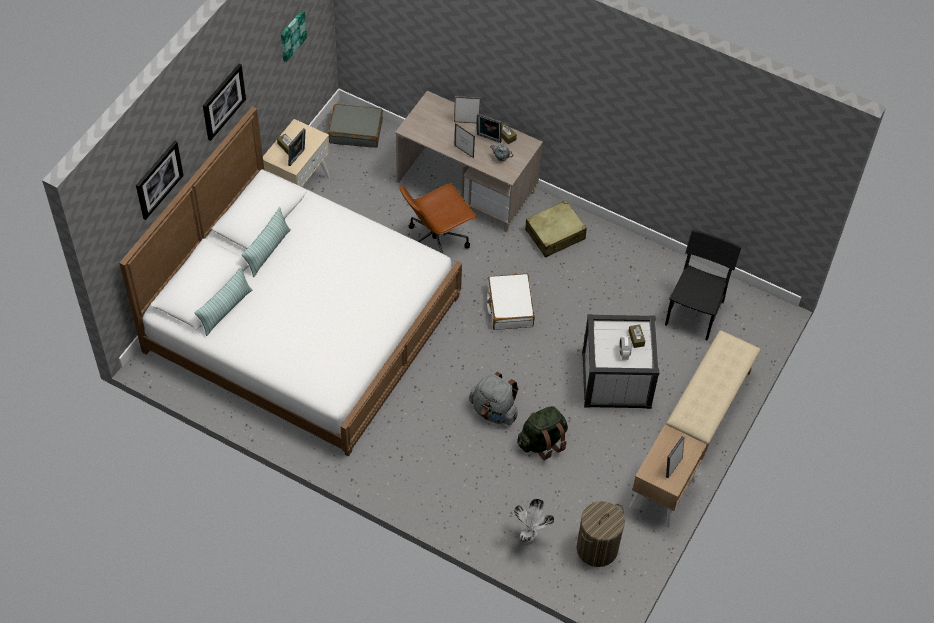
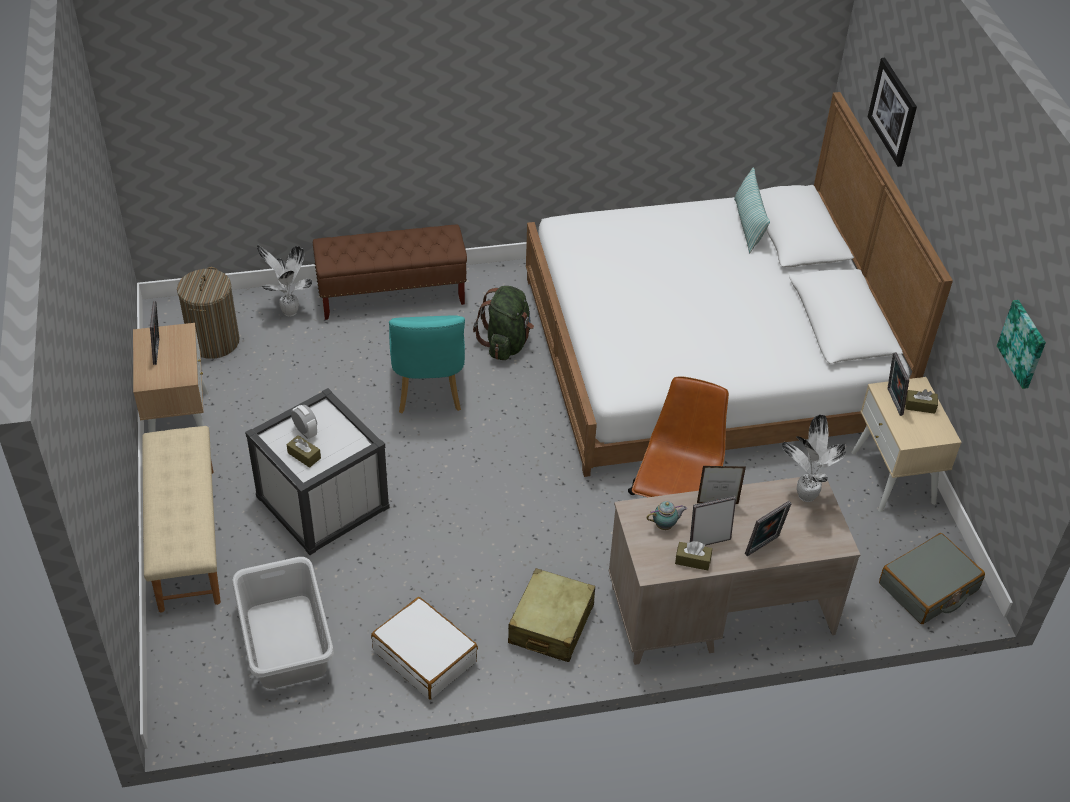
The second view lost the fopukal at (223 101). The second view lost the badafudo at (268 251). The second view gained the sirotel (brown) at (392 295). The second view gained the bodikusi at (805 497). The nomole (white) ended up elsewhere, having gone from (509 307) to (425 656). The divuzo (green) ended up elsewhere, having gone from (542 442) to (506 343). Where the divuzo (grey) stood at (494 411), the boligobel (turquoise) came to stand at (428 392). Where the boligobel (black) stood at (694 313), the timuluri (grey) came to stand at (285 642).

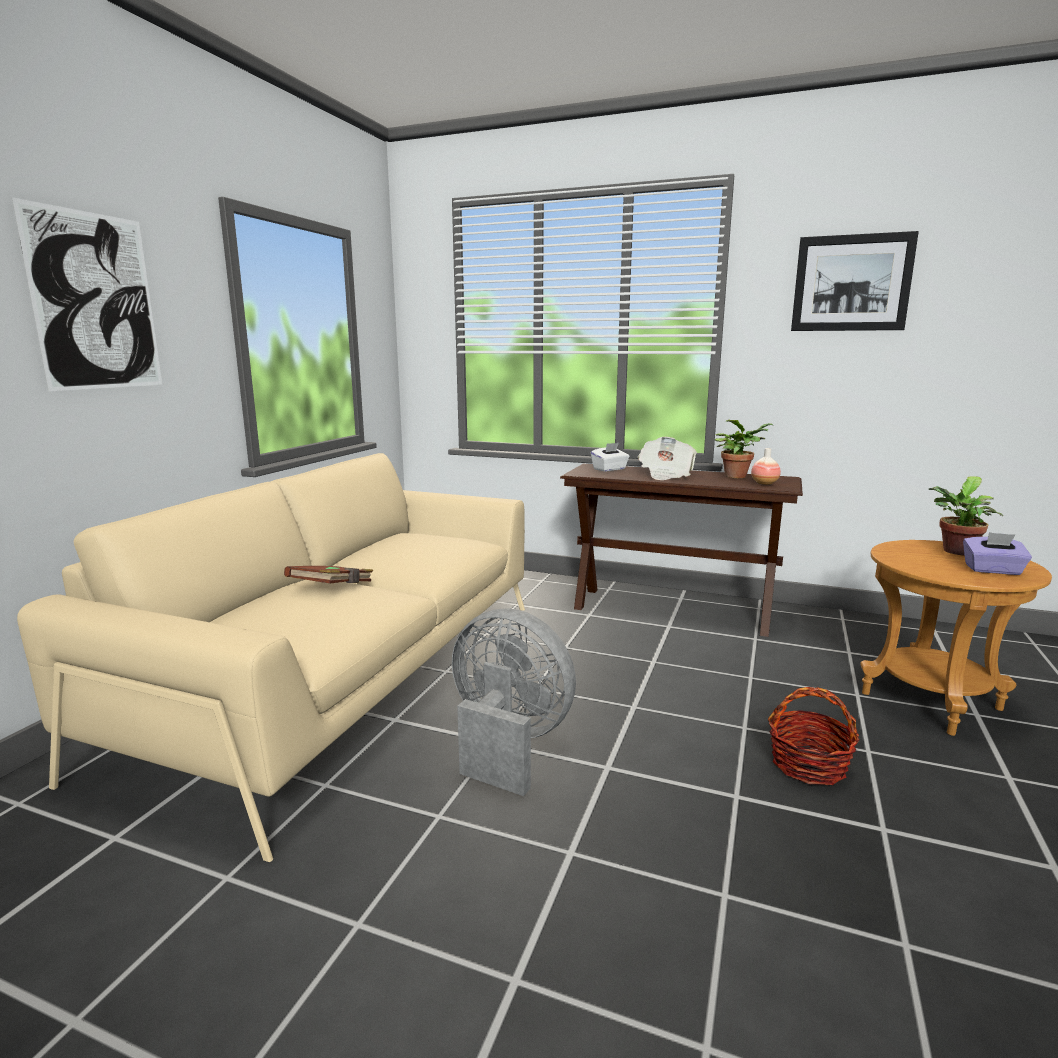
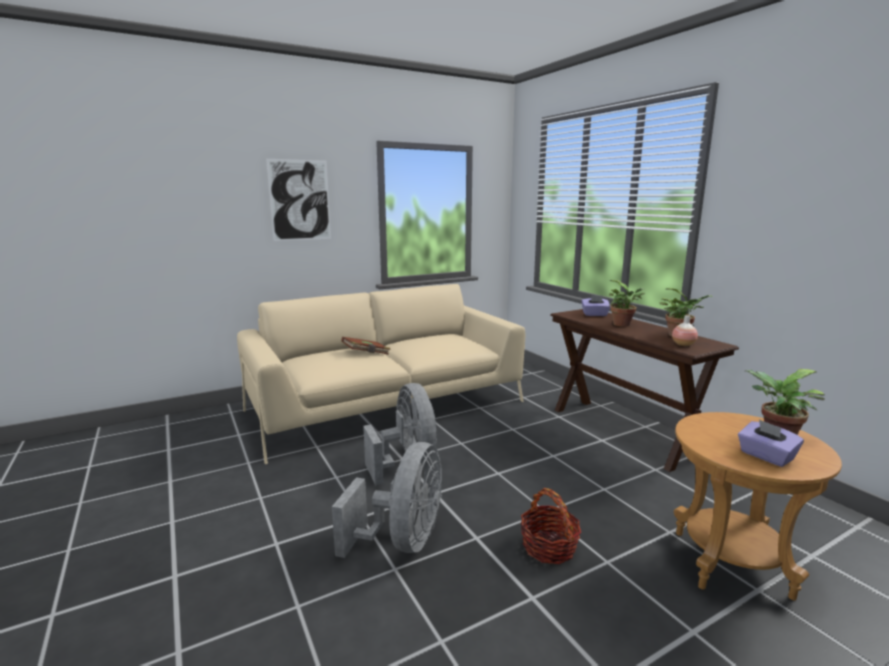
The second view lost the fopukal at (851 283). The second view gained the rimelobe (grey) at (403 541). Where the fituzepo stood at (665 475), the bodikusi came to stand at (623 325). What was the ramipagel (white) at (609 469) turned into the ramipagel (purple) at (595 314).

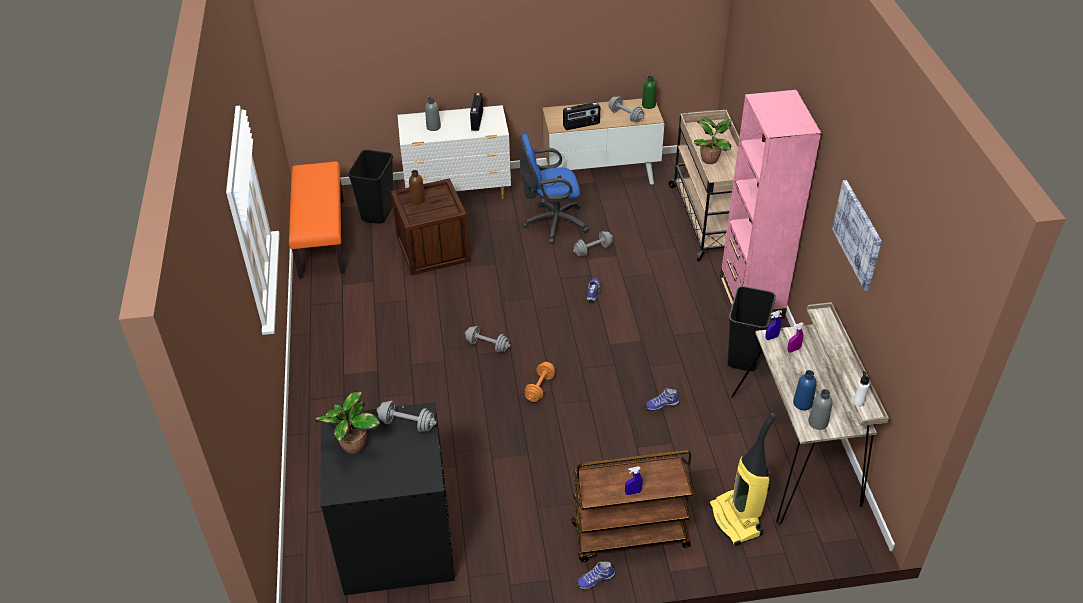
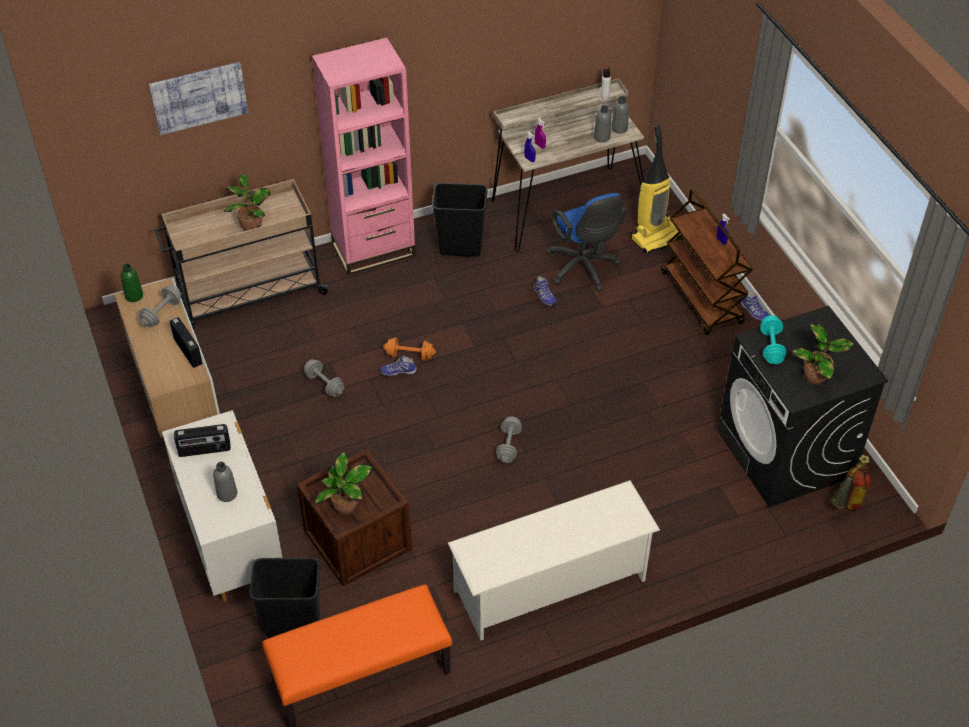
The second view gained the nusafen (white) at (550 585). The second view gained the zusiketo at (844 508). The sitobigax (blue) ended up elsewhere, having gone from (552 223) to (584 269). The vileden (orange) ended up elsewhere, having gone from (540 388) to (410 355). The fopukal ended up elsewhere, having gone from (858 234) to (199 97). Where the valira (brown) stood at (418 199), the bodikusi came to stand at (346 508). What was the vileden (grey) at (407 424) turned into the vileden (turquoise) at (771 347). What was the valira (blue) at (802 403) turned into the valira (grey) at (602 137).

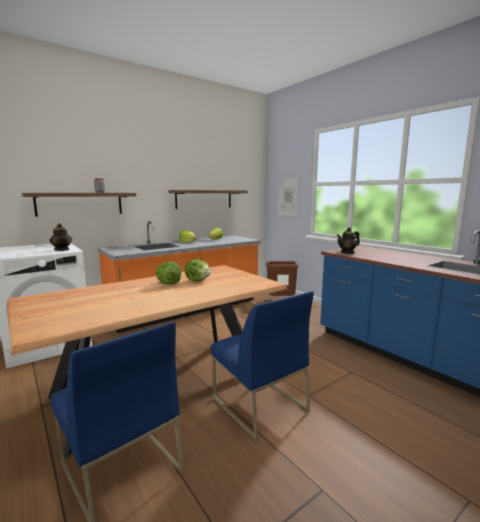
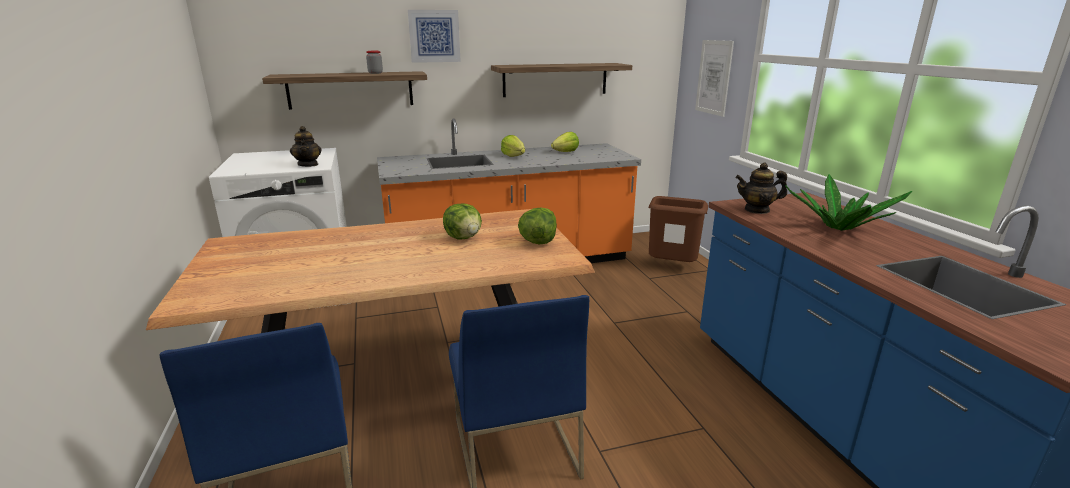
The second view gained the fopukal at (434 36). The second view gained the bodikusi at (838 228). The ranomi ended up elsewhere, having gone from (169 283) to (537 242).

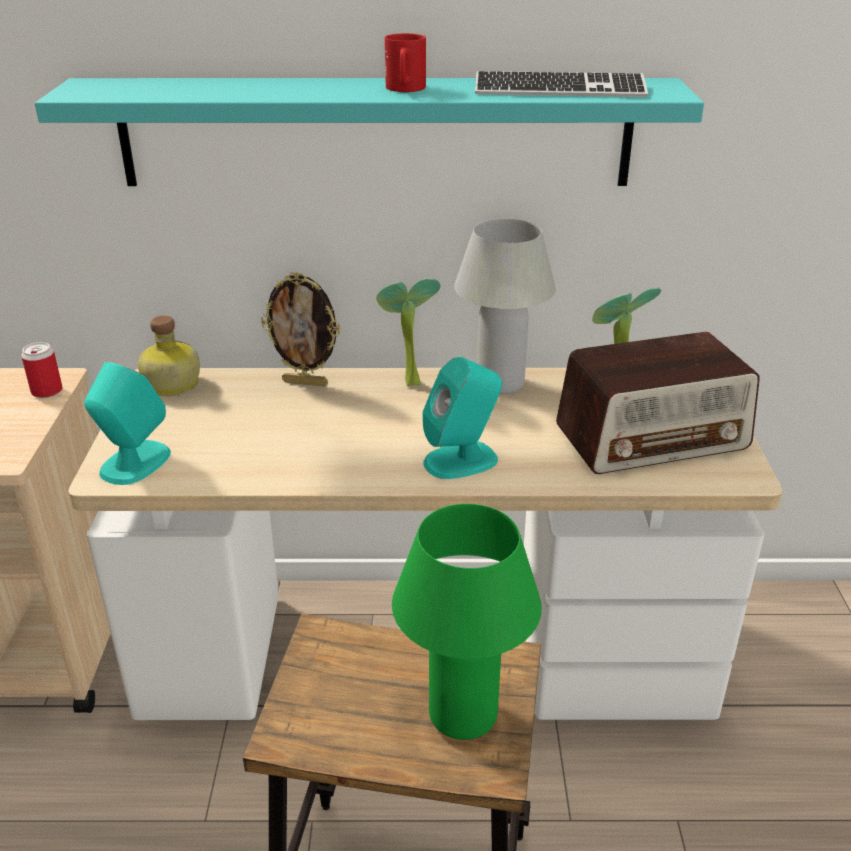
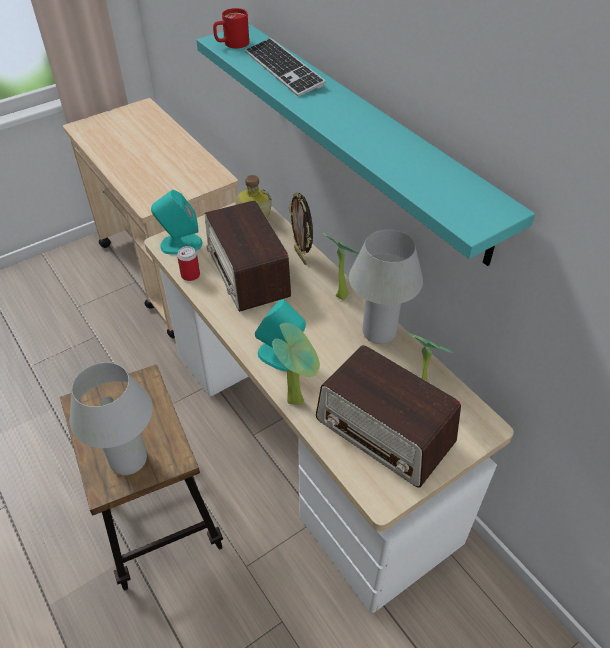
The second view gained the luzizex at (248 273). The second view gained the bodikusi at (298 399). The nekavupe ended up elsewhere, having gone from (47 391) to (190 275). The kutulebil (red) ended up elsewhere, having gone from (405 89) to (231 44). The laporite ended up elsewhere, having gone from (559 90) to (283 69). What was the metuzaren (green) at (463 714) turned into the metuzaren (white) at (128 460).

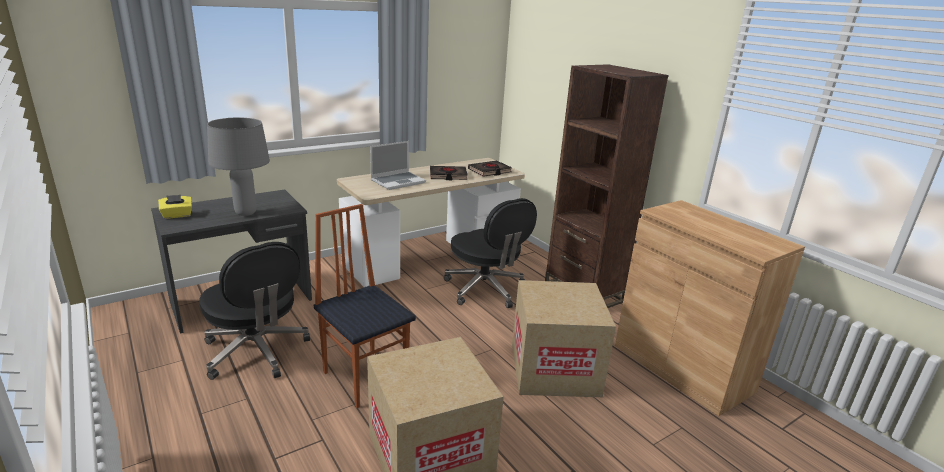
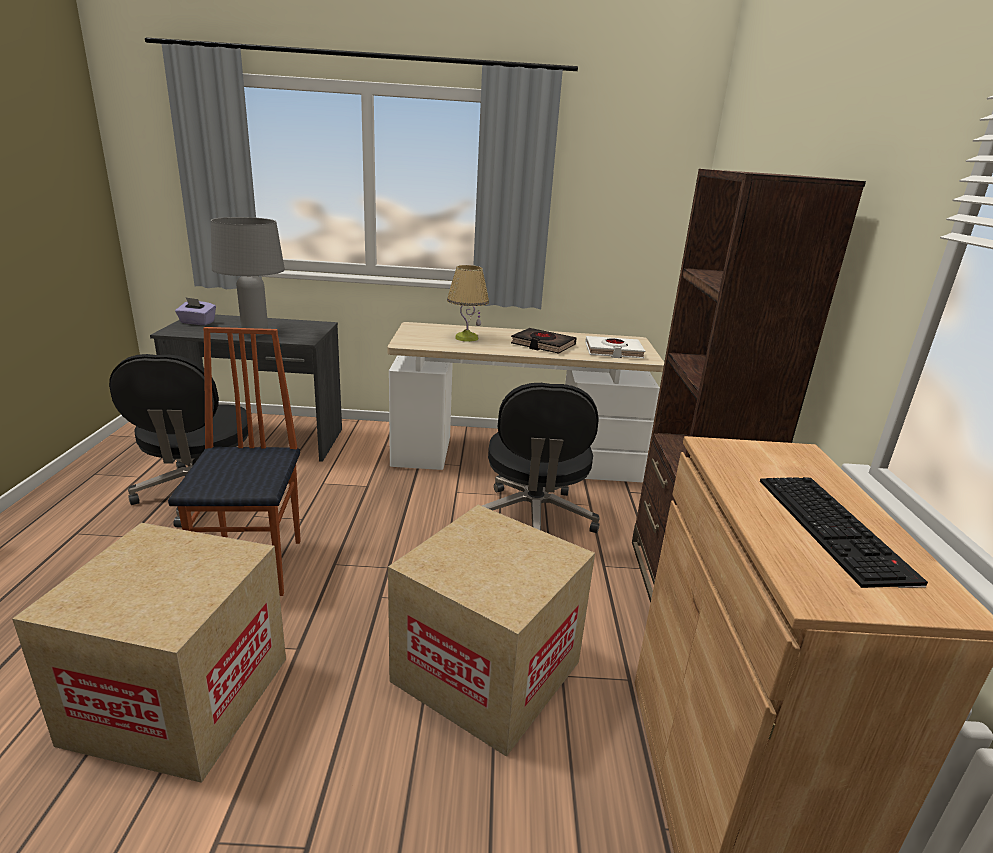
The second view gained the laporite at (835 528). Where the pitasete stood at (398 181), the metuzaren came to stand at (466 338). What was the ramipagel (yellow) at (177 215) turned into the ramipagel (purple) at (197 322). What was the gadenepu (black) at (489 171) turned into the gadenepu (white) at (613 352).

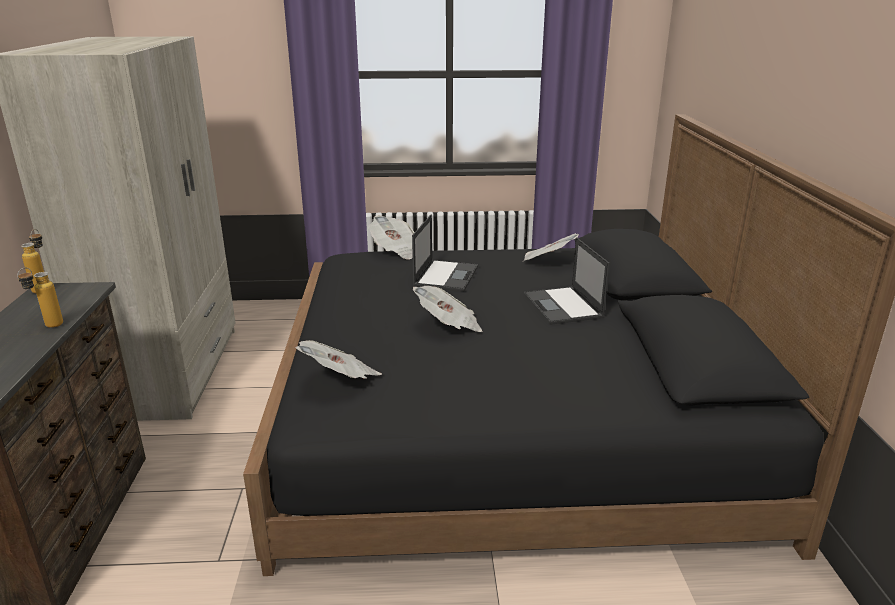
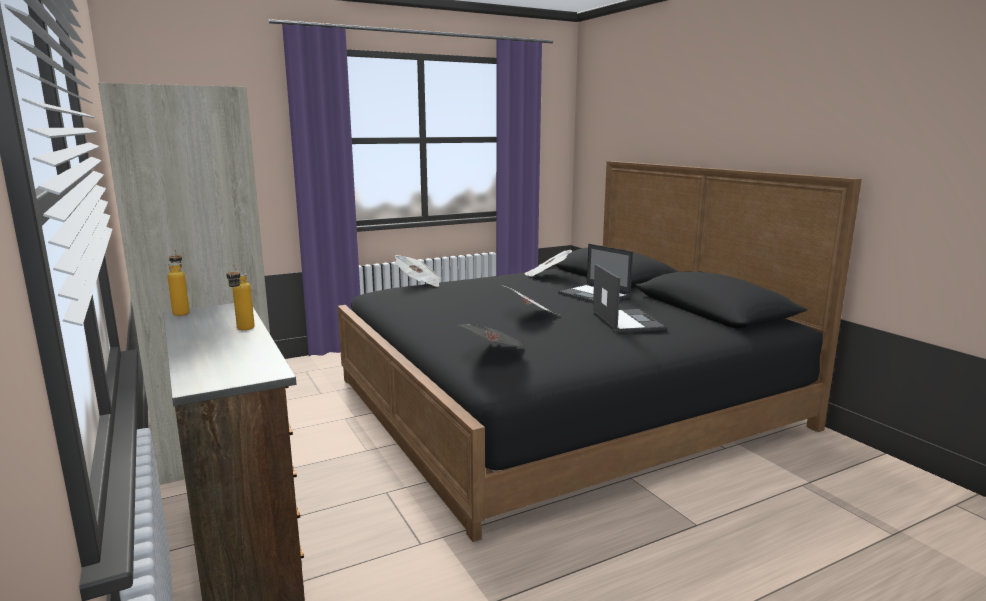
The pitasete ended up elsewhere, having gone from (446 275) to (626 321).

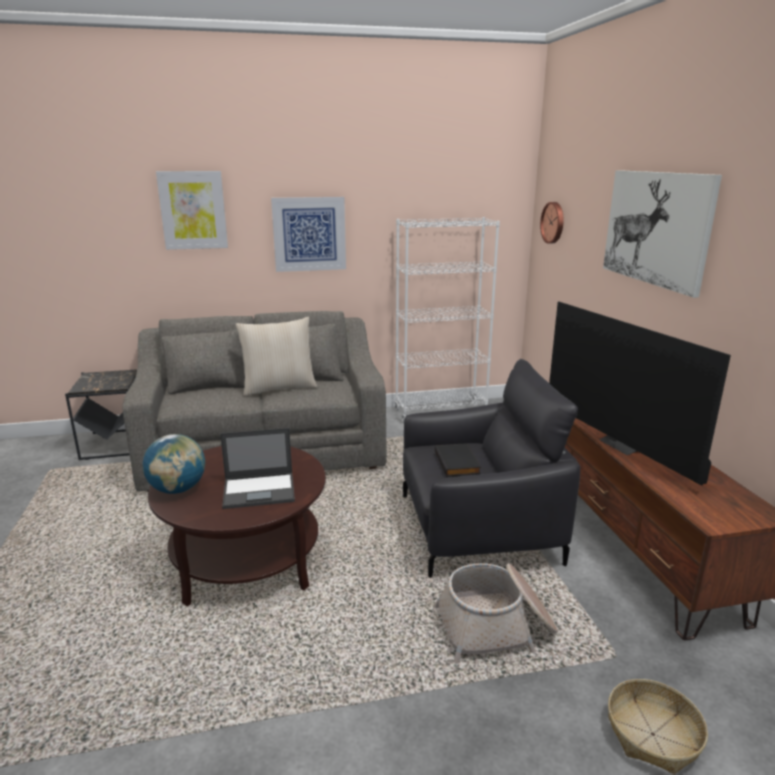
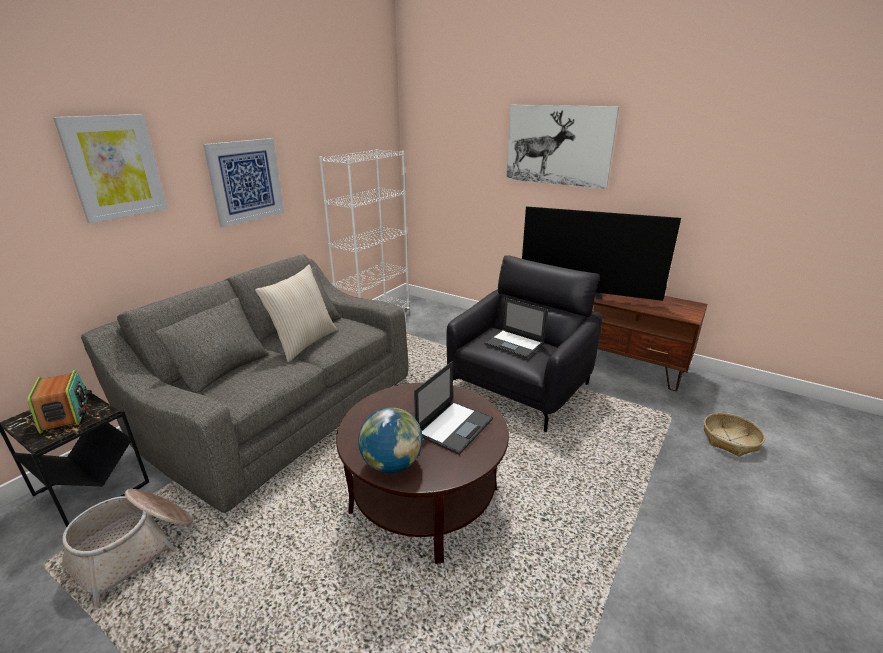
The second view lost the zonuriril at (553 222). The second view gained the luzizex at (66 413). The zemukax ended up elsewhere, having gone from (496 627) to (135 548). Where the gadenepu (black) stood at (458 463), the pitasete came to stand at (515 344).

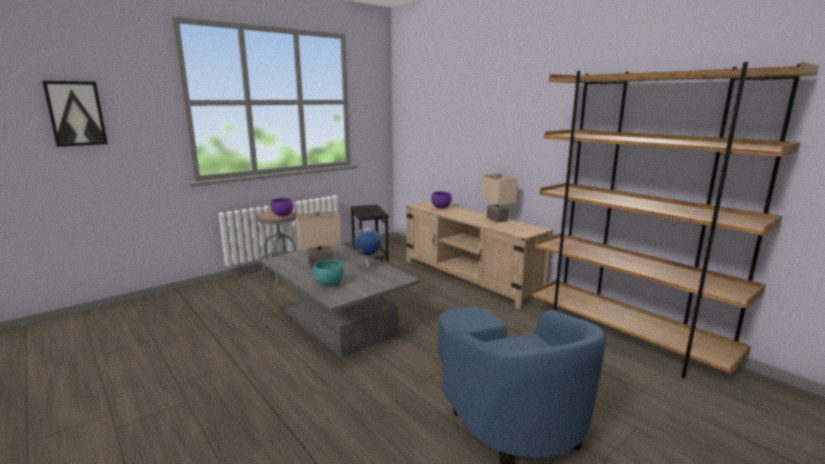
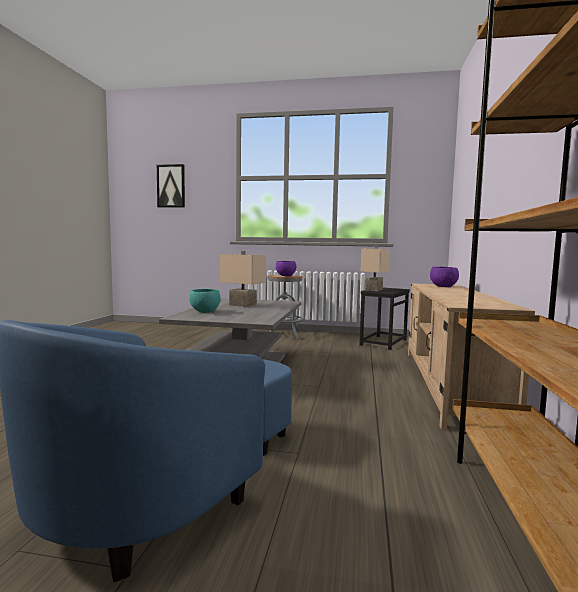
The second view lost the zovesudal at (368 266). The metuzaren (beige) ended up elsewhere, having gone from (495 219) to (373 290).

